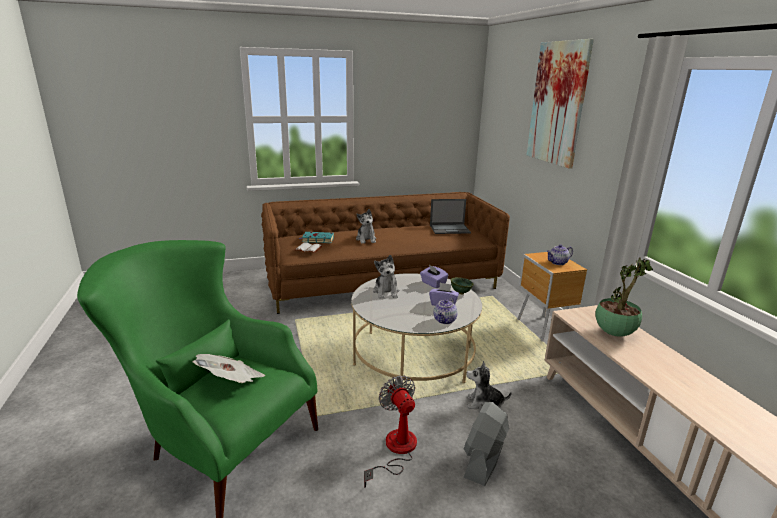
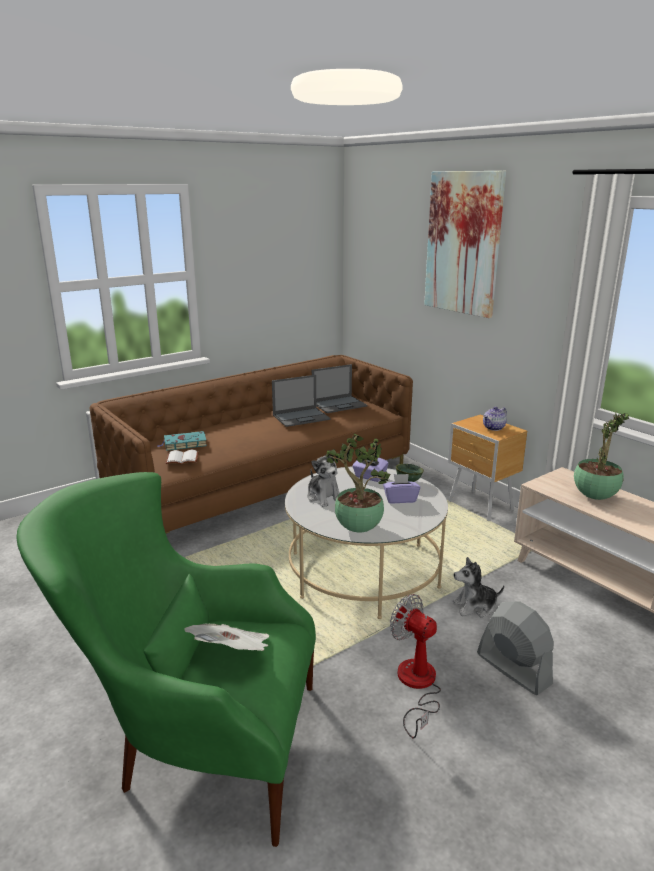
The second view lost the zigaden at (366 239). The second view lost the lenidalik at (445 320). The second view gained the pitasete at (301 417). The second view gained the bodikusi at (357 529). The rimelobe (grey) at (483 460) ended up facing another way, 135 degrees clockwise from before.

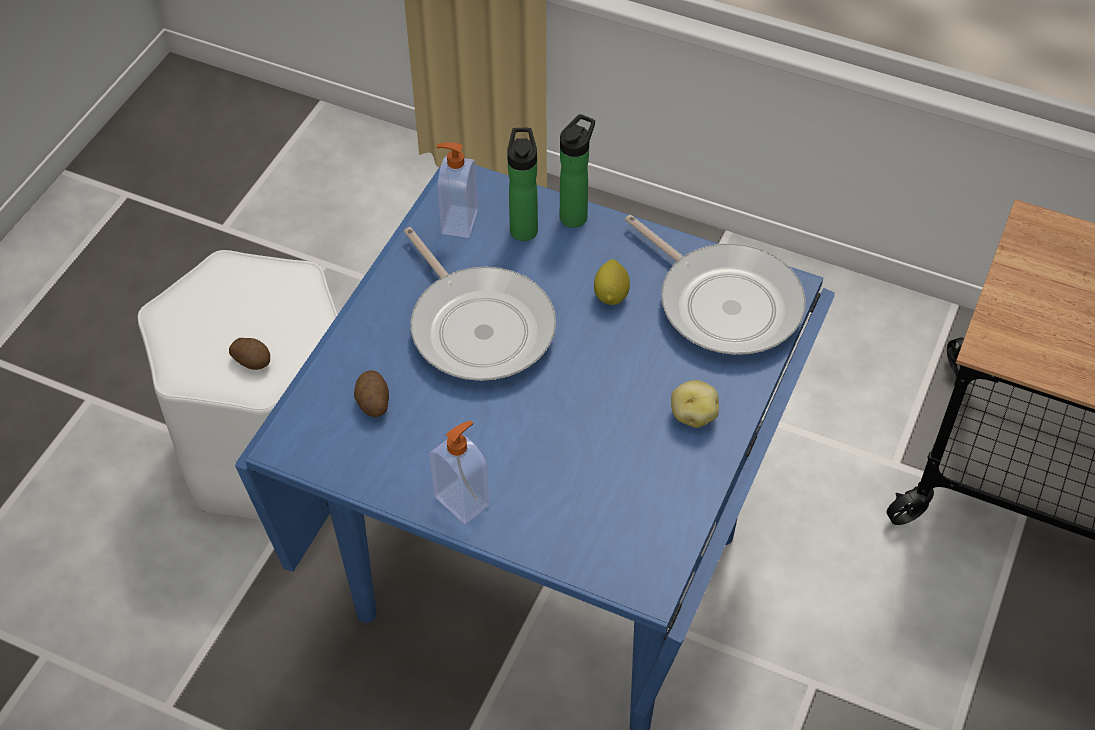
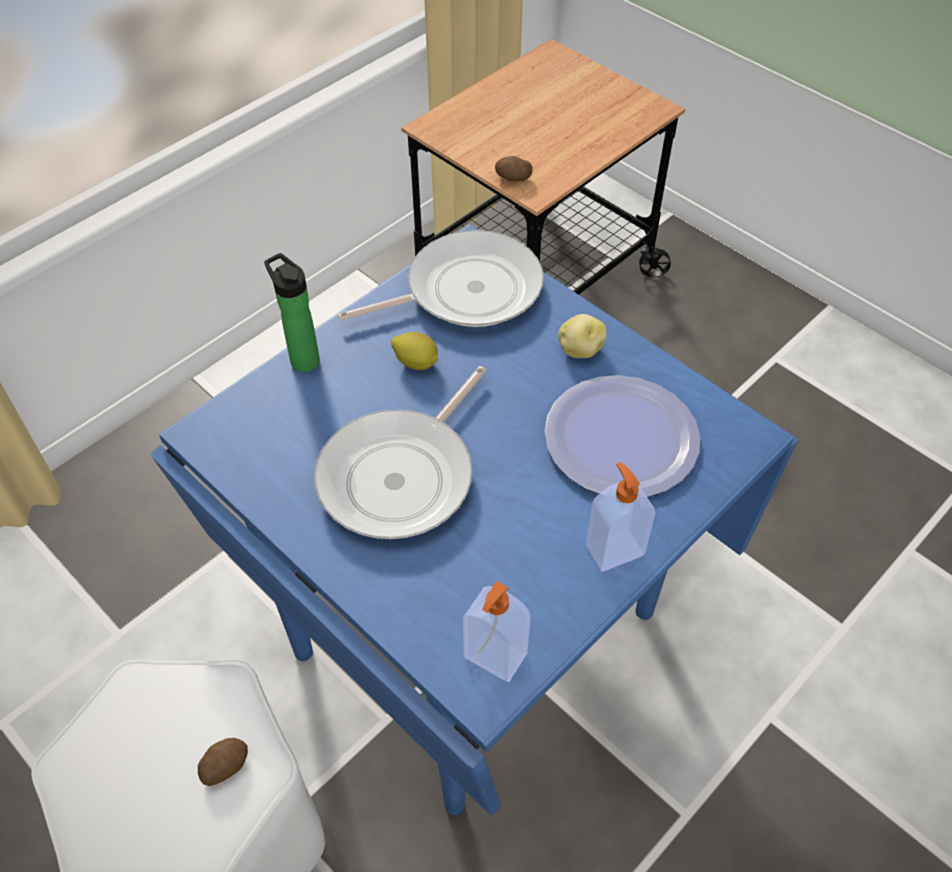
The second view lost the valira at (523 227). The second view gained the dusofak at (621 439). The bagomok ended up elsewhere, having gone from (372 402) to (513 178). The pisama ended up elsewhere, having gone from (458 221) to (494 657). The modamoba at (479 326) ended up facing another way, 135 degrees clockwise from before.

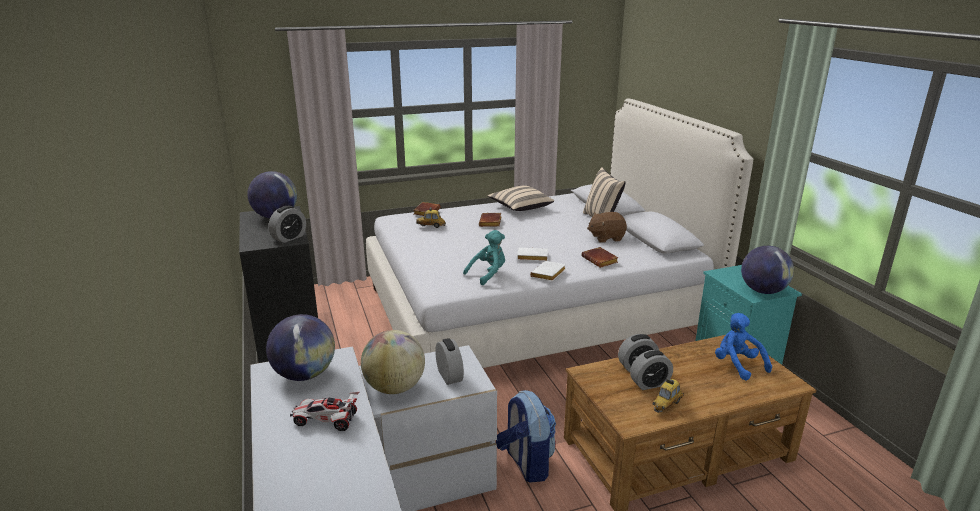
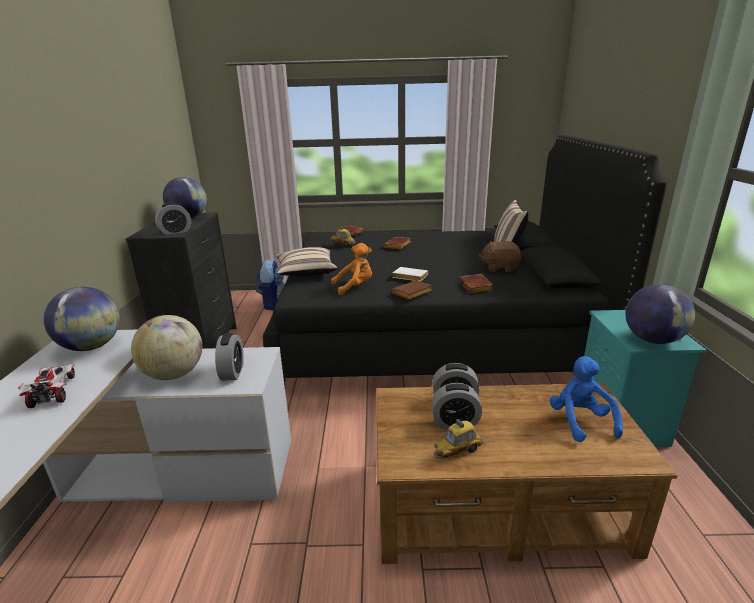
The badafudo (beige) ended up elsewhere, having gone from (520 208) to (306 273). The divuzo ended up elsewhere, having gone from (526 463) to (273 304). What was the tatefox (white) at (535 309) turned into the tatefox (black) at (432 333). What was the zigaden (turquoise) at (488 274) turned into the zigaden (orange) at (355 287). What was the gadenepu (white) at (548 275) turned into the gadenepu (brown) at (412 293). The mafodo at (326 421) ended up facing another way, 45 degrees clockwise from before.

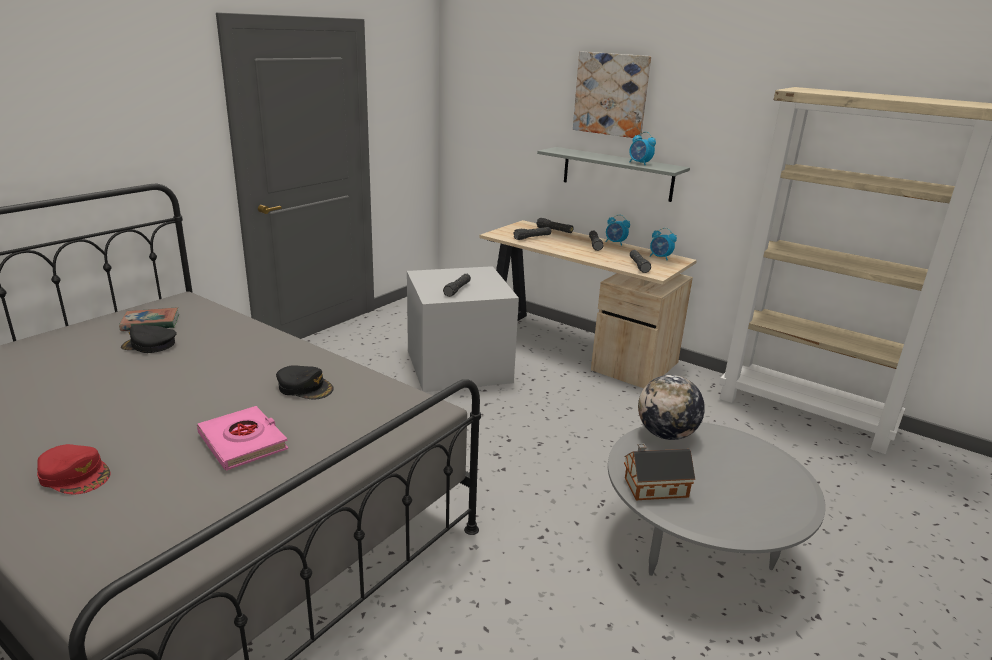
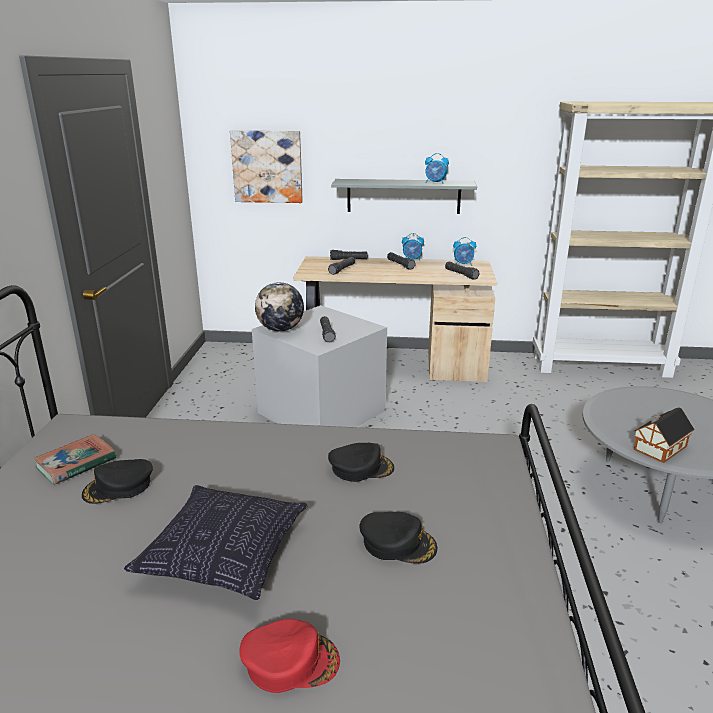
The second view gained the badafudo at (224 555). The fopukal ended up elsewhere, having gone from (611 94) to (267 166). The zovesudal ended up elsewhere, having gone from (666 434) to (280 329). Where the gadenepu (pink) stood at (243 442), the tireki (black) came to stand at (398 543).

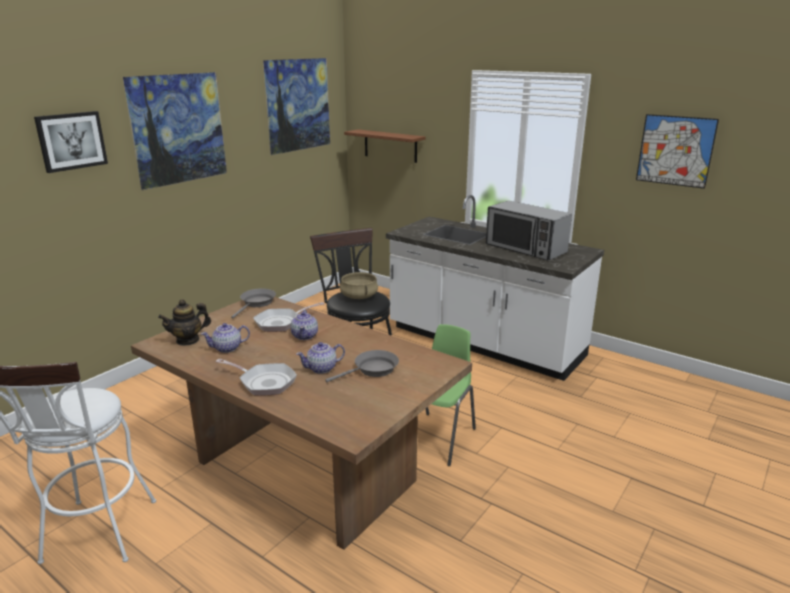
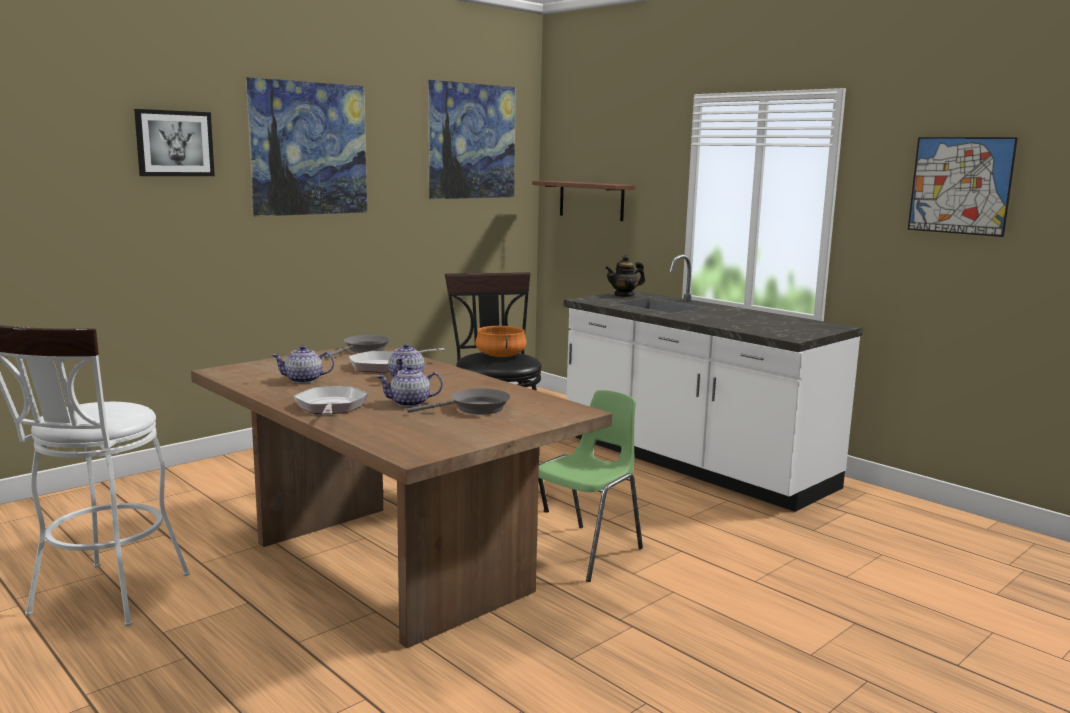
The second view lost the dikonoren at (525 249). The lenidalik ended up elsewhere, having gone from (188 340) to (624 295). What was the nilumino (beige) at (359 296) turned into the nilumino (orange) at (501 356). The modamoba at (264 382) ended up facing another way, 135 degrees counterclockwise from before.

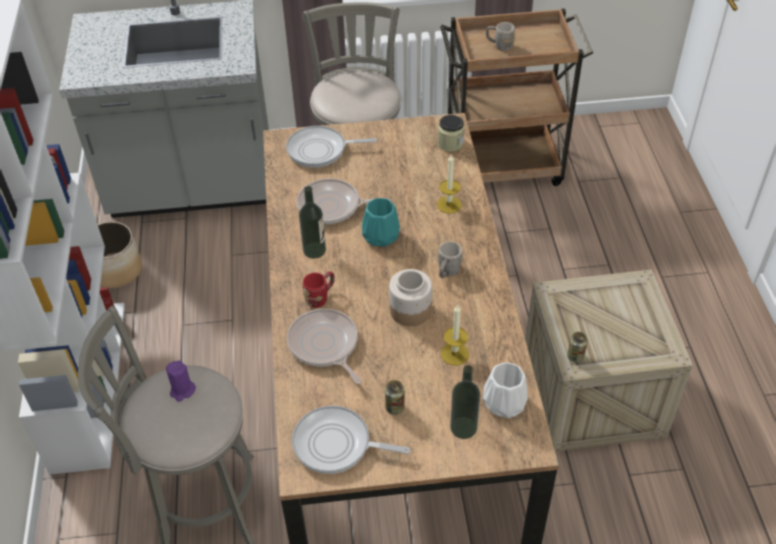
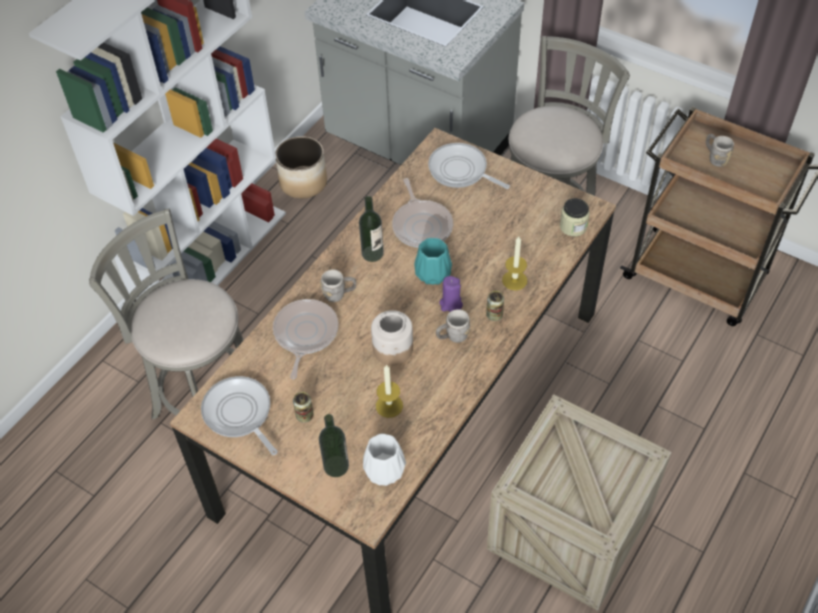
The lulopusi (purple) ended up elsewhere, having gone from (182 390) to (450 304). The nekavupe ended up elsewhere, having gone from (575 356) to (494 315). What was the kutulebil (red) at (320 297) turned into the kutulebil (grey) at (339 294). The modamoba at (332 206) ended up facing another way, 150 degrees counterclockwise from before.

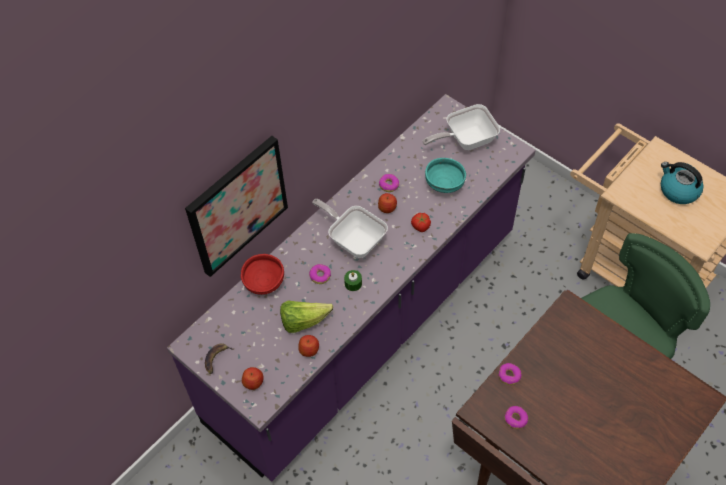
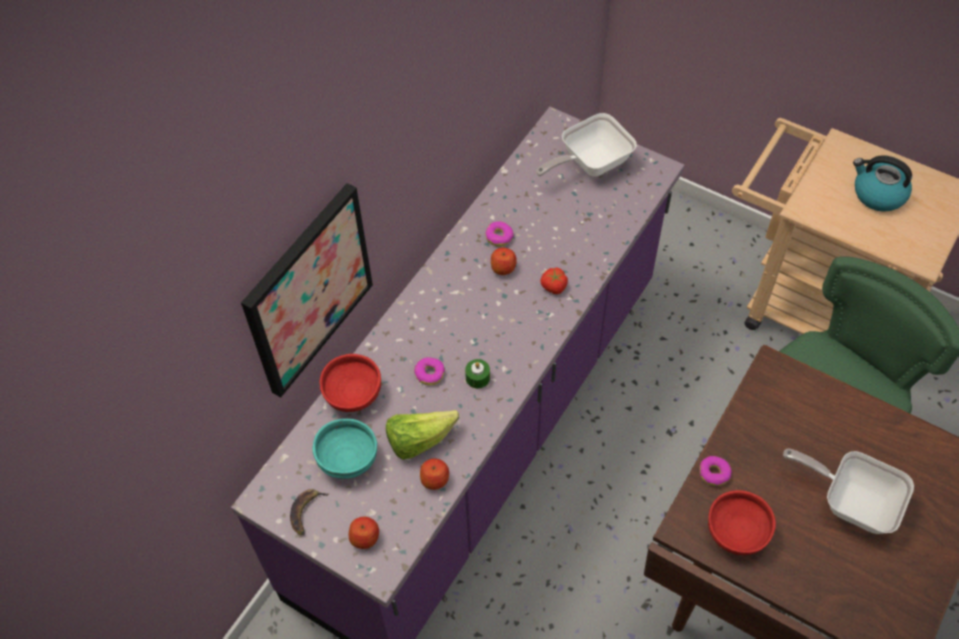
The modamoba ended up elsewhere, having gone from (354 239) to (851 501). The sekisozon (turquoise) ended up elsewhere, having gone from (445 183) to (348 458). Where the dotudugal stood at (515 419), the sekisozon (red) came to stand at (736 532).

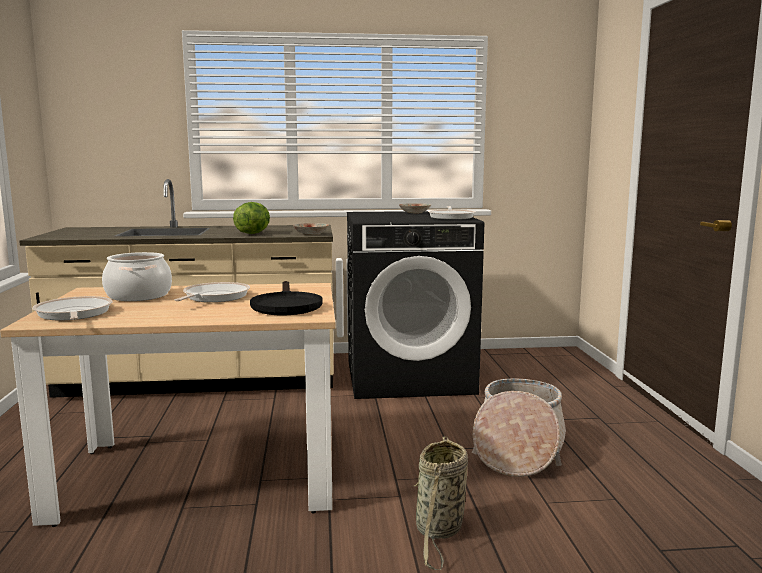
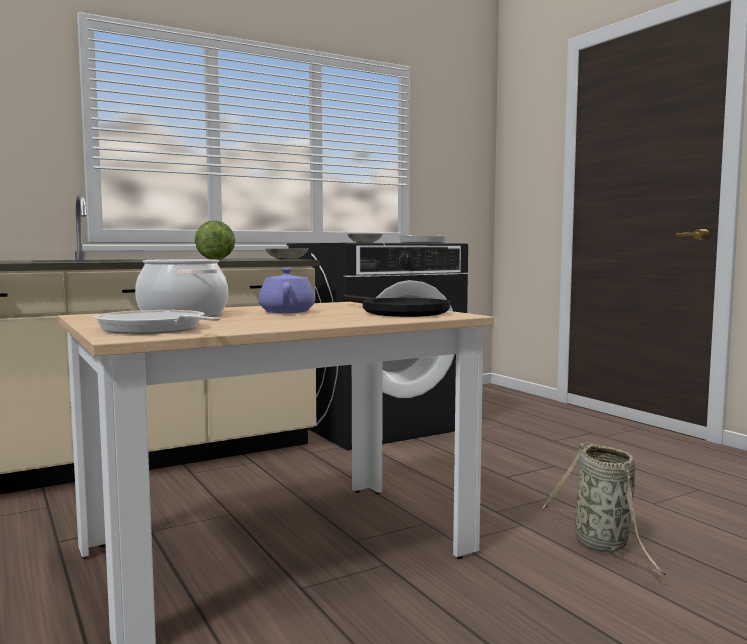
The second view lost the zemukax at (518 449). Where the modamoba stood at (214 297), the lenidalik (purple) came to stand at (287 311).

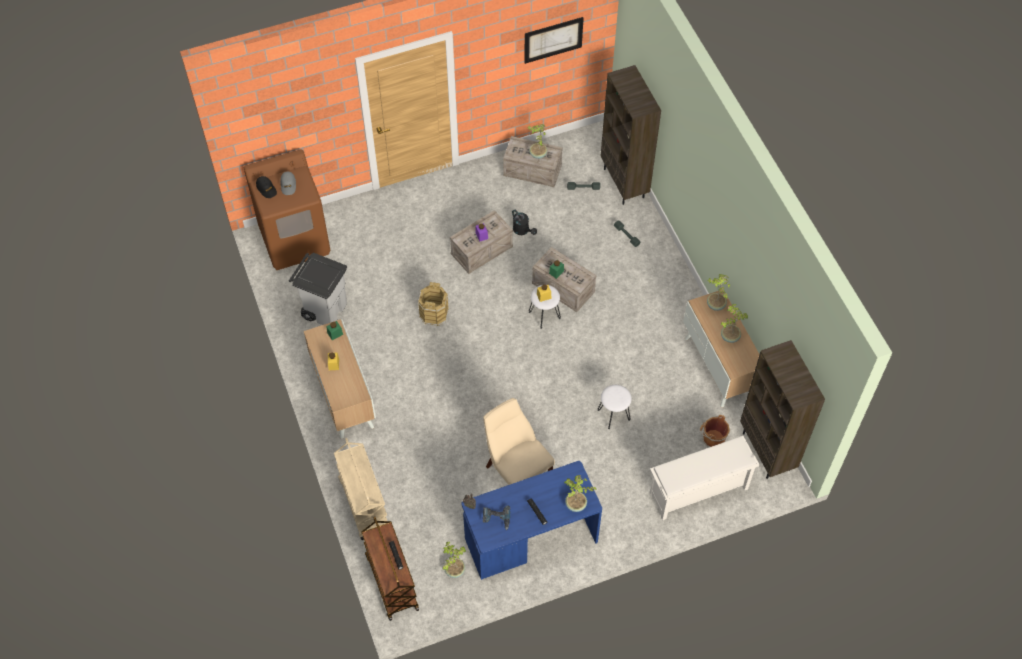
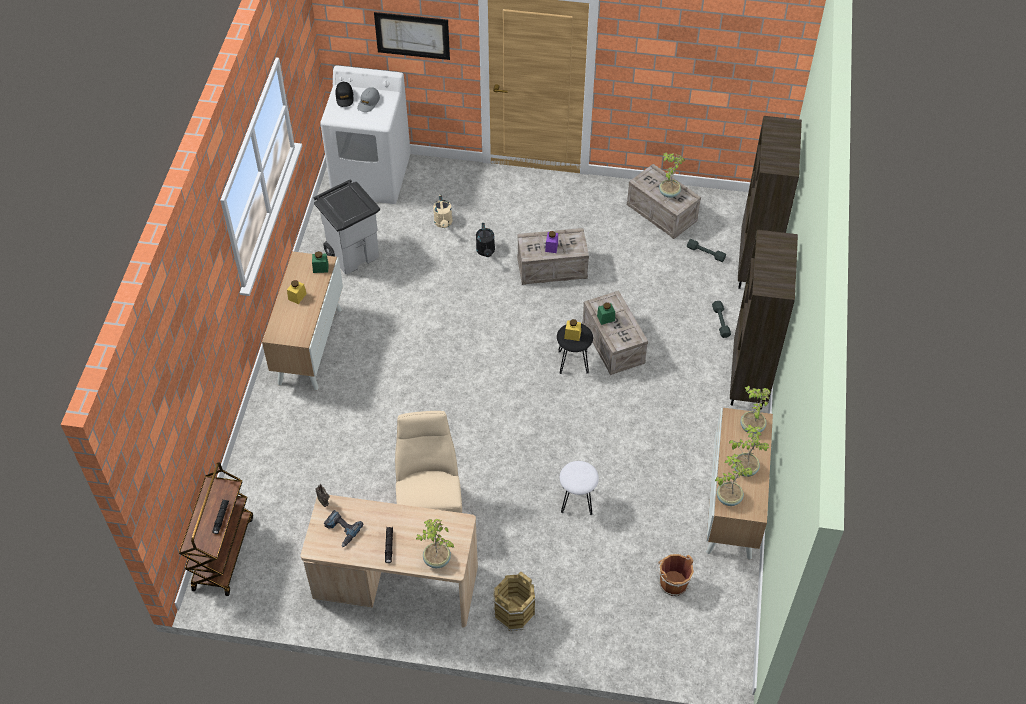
The second view lost the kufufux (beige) at (363 503). The second view lost the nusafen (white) at (698 492). The second view gained the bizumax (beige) at (443 223). The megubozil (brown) ended up elsewhere, having gone from (433 314) to (514 612). The bodikusi ended up elsewhere, having gone from (454 570) to (728 497). The bizumax (black) ended up elsewhere, having gone from (523 231) to (486 252). The fopukal ended up elsewhere, having gone from (553 40) to (412 35). The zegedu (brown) ended up elsewhere, having gone from (767 451) to (749 382). What was the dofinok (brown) at (295 240) turned into the dofinok (white) at (372 177). What was the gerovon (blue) at (531 539) turned into the gerovon (beige) at (395 585). What was the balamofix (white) at (544 315) turned into the balamofix (black) at (573 362).

